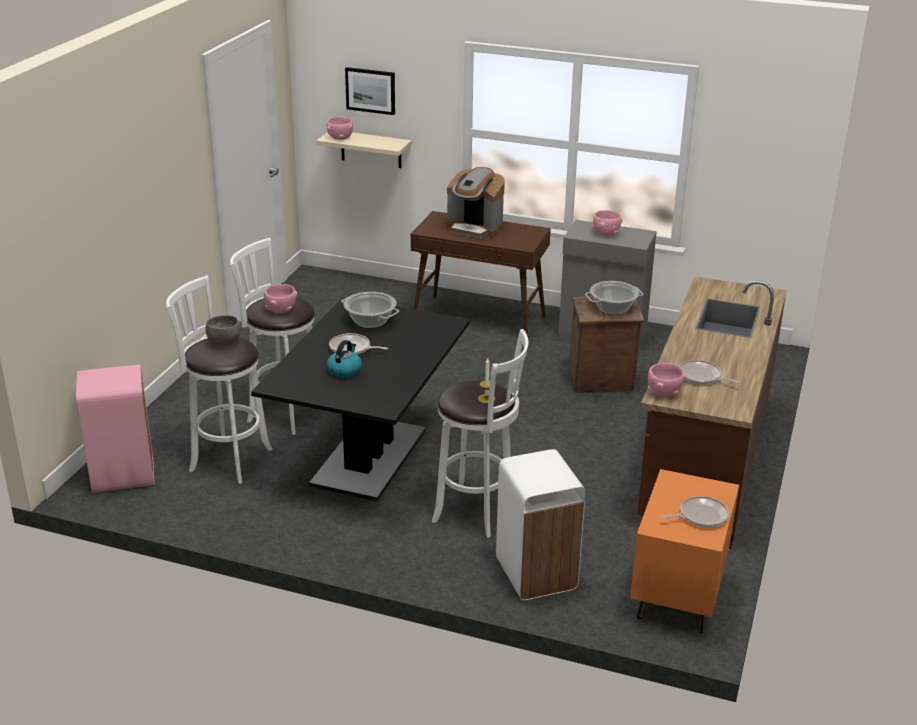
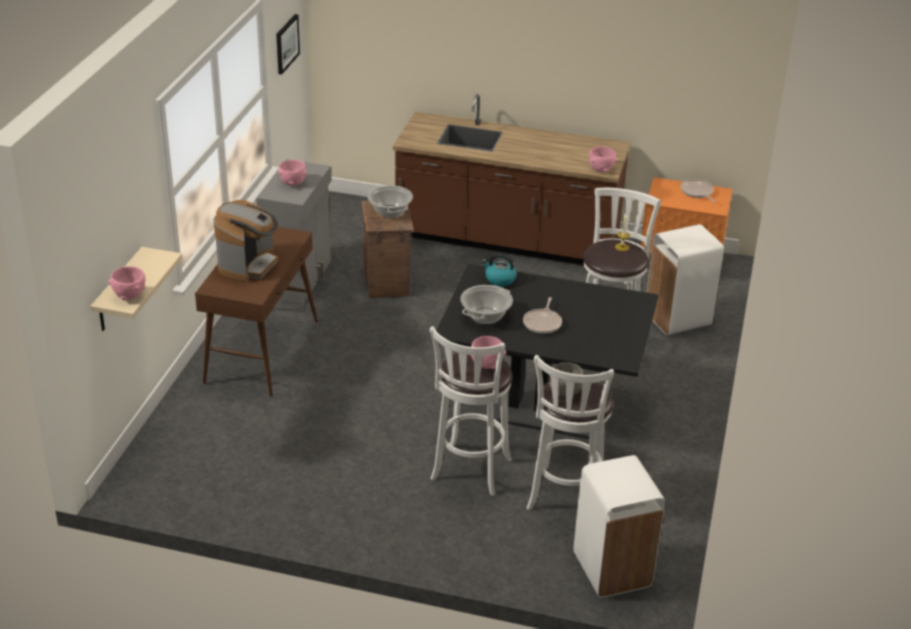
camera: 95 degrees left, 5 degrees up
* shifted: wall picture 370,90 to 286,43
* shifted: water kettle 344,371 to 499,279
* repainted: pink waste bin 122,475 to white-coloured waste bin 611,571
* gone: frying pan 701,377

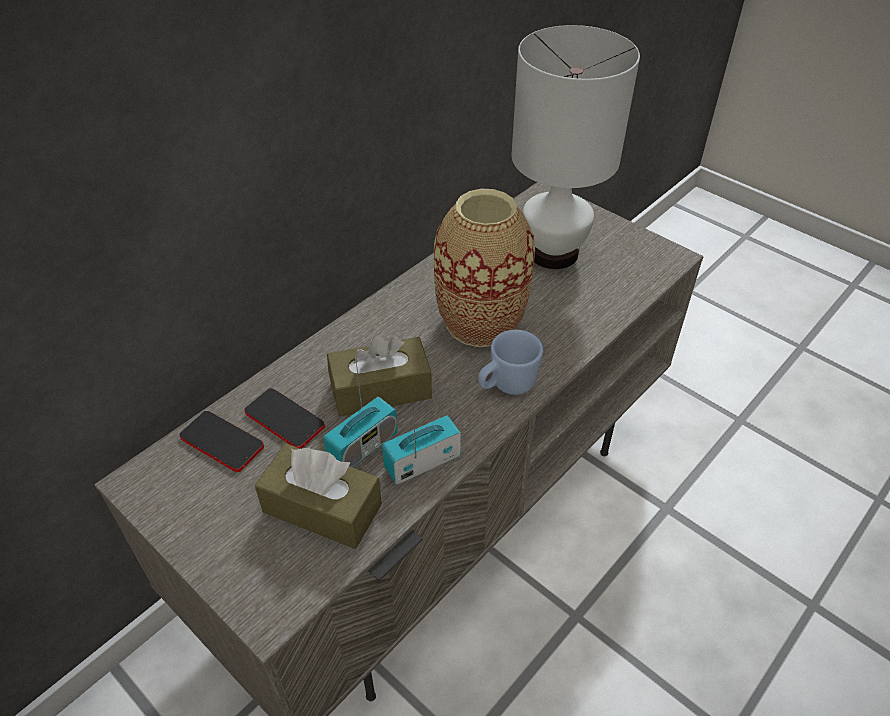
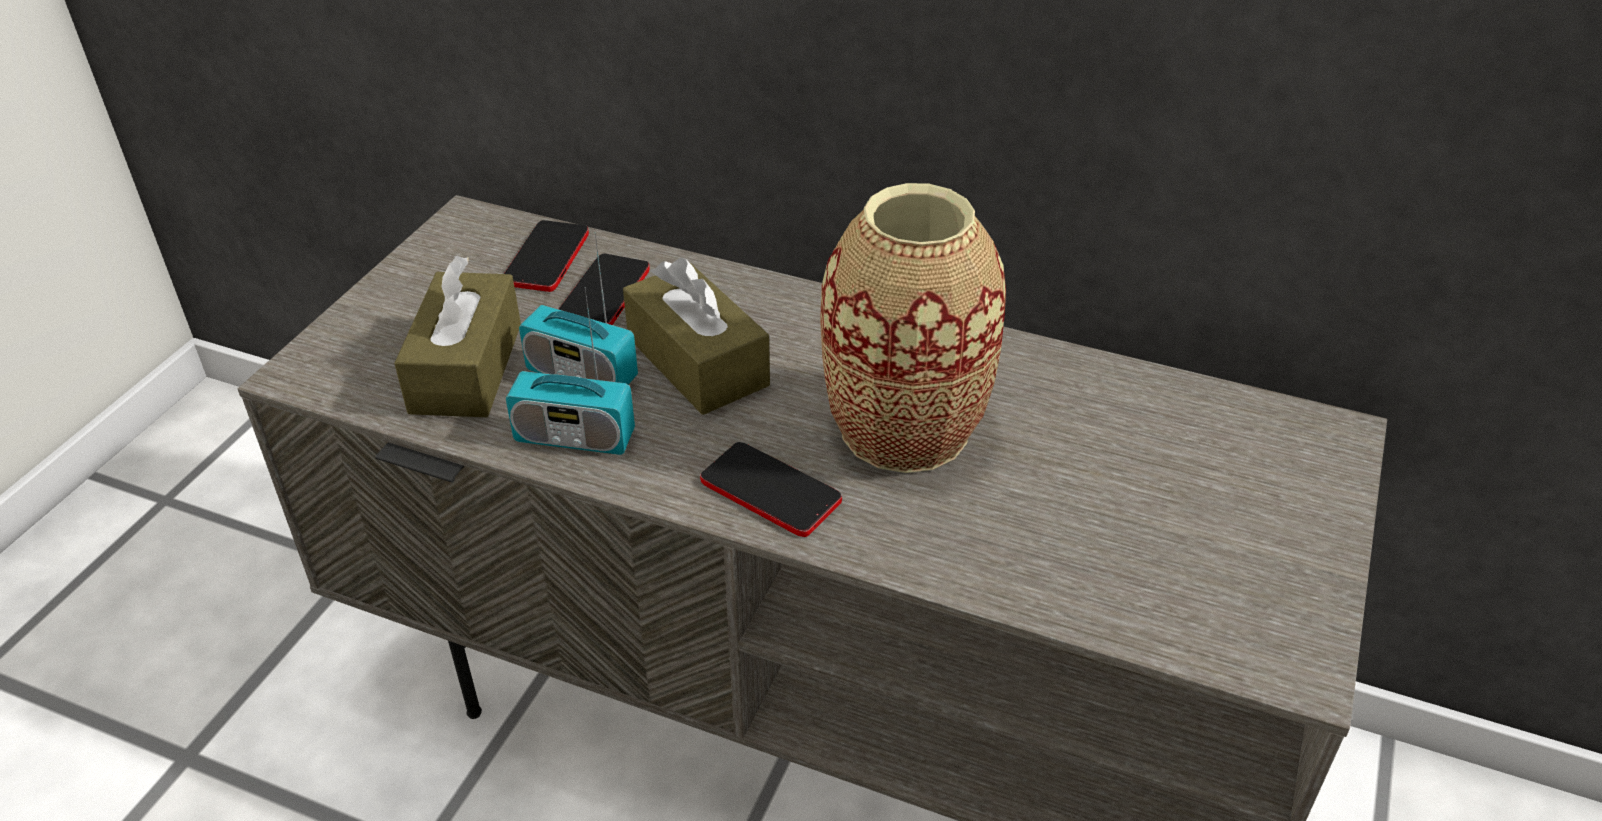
camera: 70 degrees right, 5 degrees down
* rotated: radio receiver 422,462 = 574,437 150 degrees clockwise
* swapped: bluish tea mug 506,386 to telephone 770,491
* gone: white-coloured table lamp 554,253

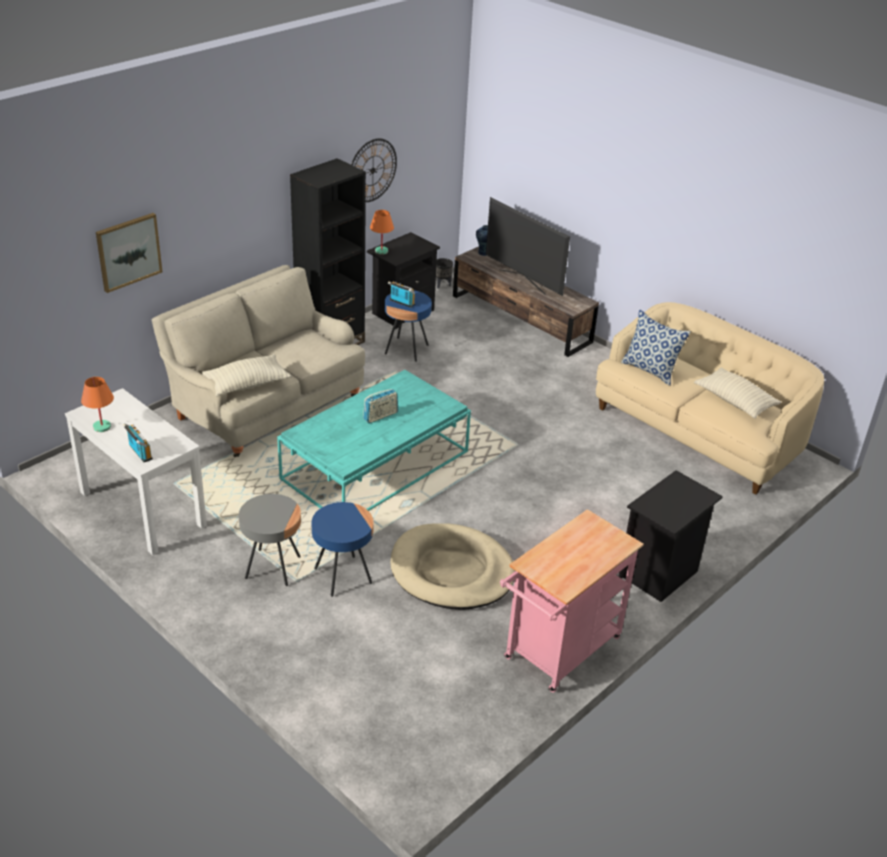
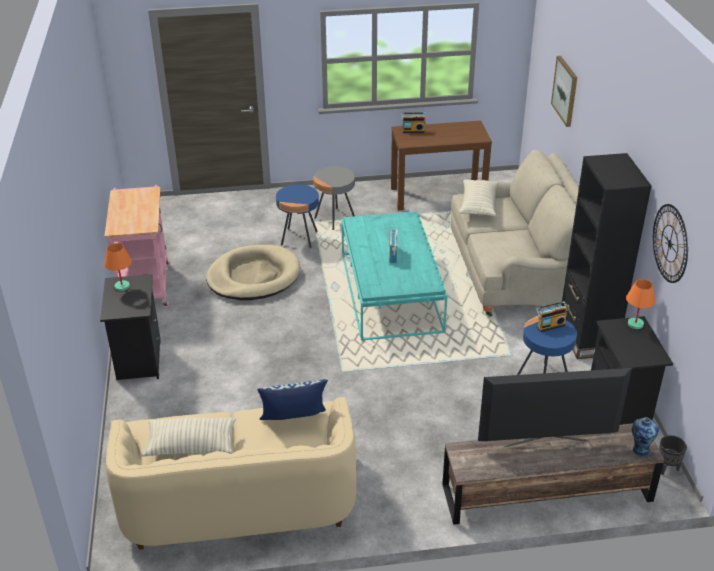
camera: 130 degrees right, 0 degrees up
* shifted: orange-coloured table lamp 101,427 to 122,286
* repainted: white-coloured narrow table 142,508 to brown narrow table 438,195

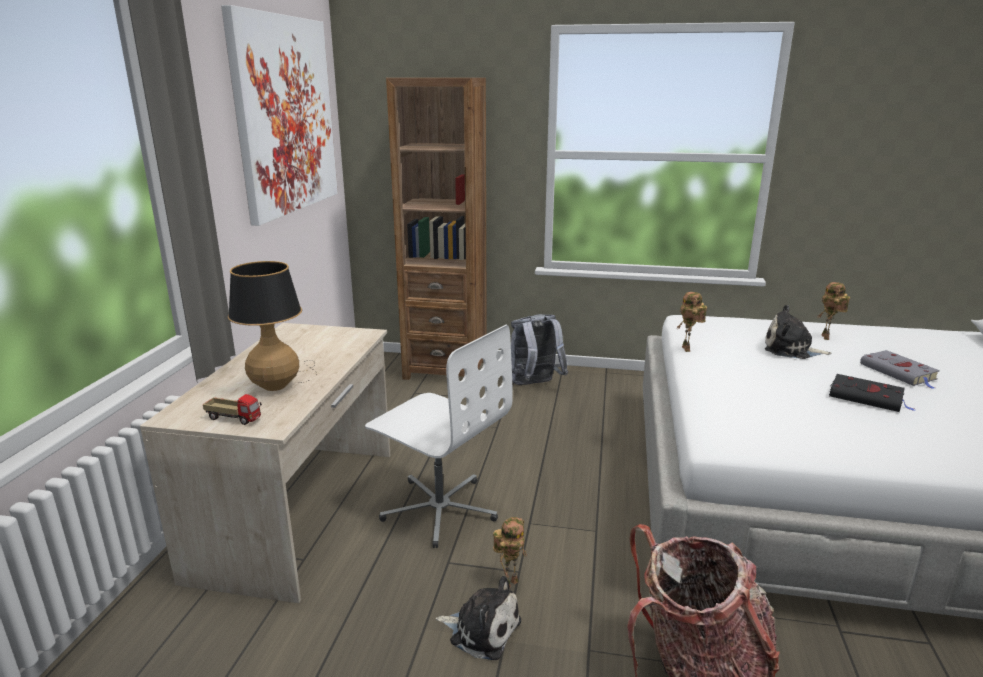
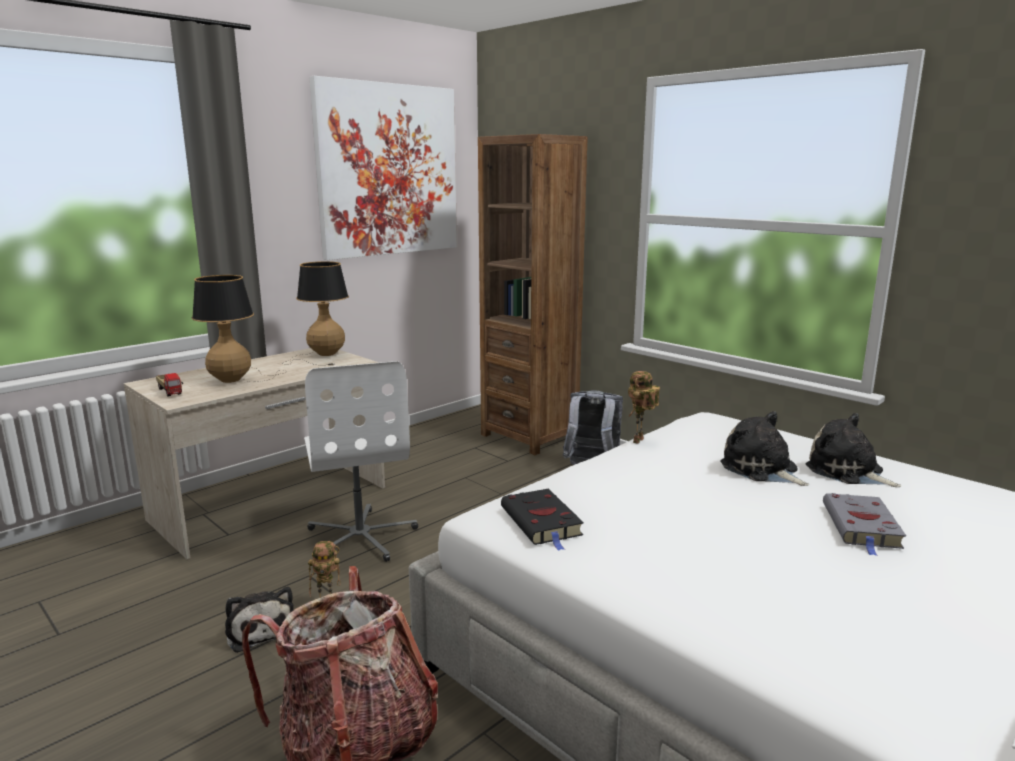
camera: 35 degrees right, 5 degrees down
* new: table lamp 322,356
* shifted: black book 868,397 to 542,523
* swapped: toy robot 827,338 to plush toy 847,472

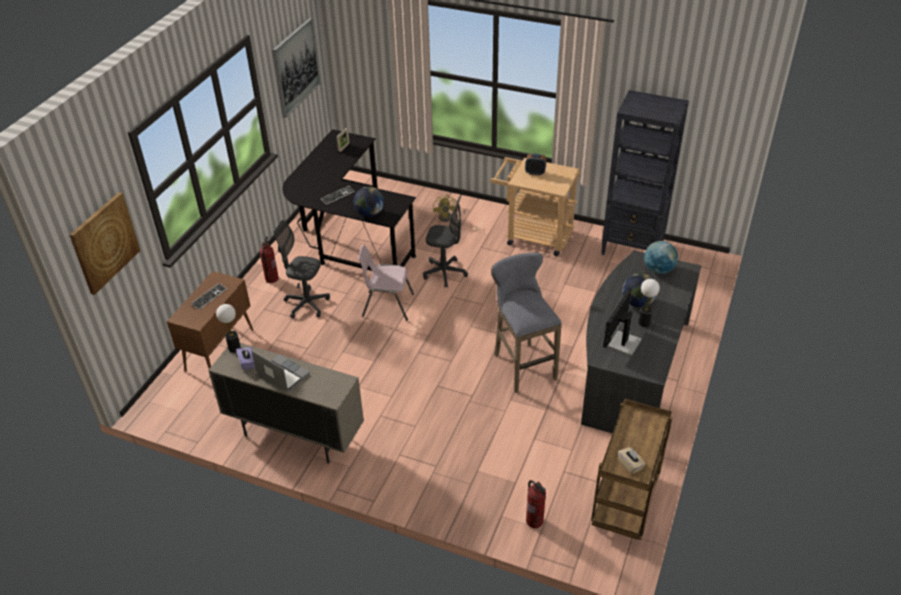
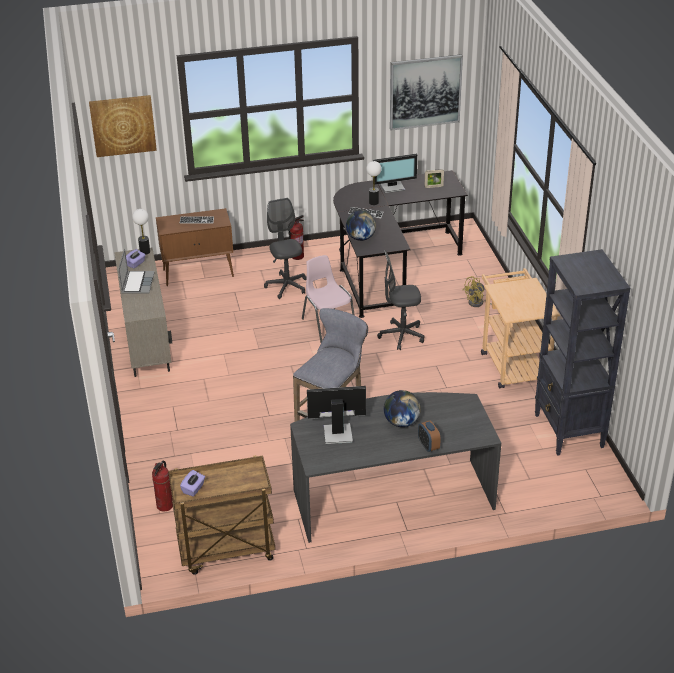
camera: 55 degrees right, 5 degrees down
* repainted: sand-coloured tissue holder 630,465 to purple tissue holder 193,489
* shifted: table lamp 644,323 to 373,202
* new: monitor 393,187
* rotated: grey desk chair 445,273 = 401,336 105 degrees clockwise
* shifted: bedside clock 535,173 to 428,446
* gone: desk globe 658,269

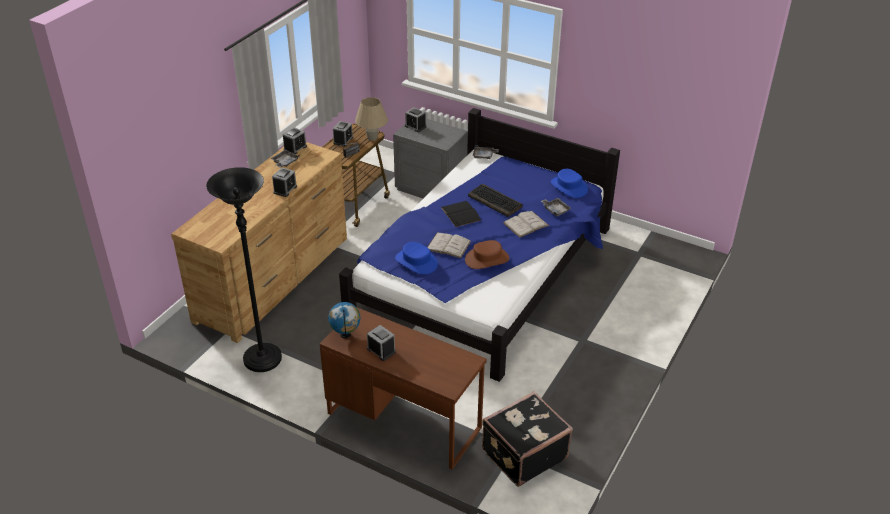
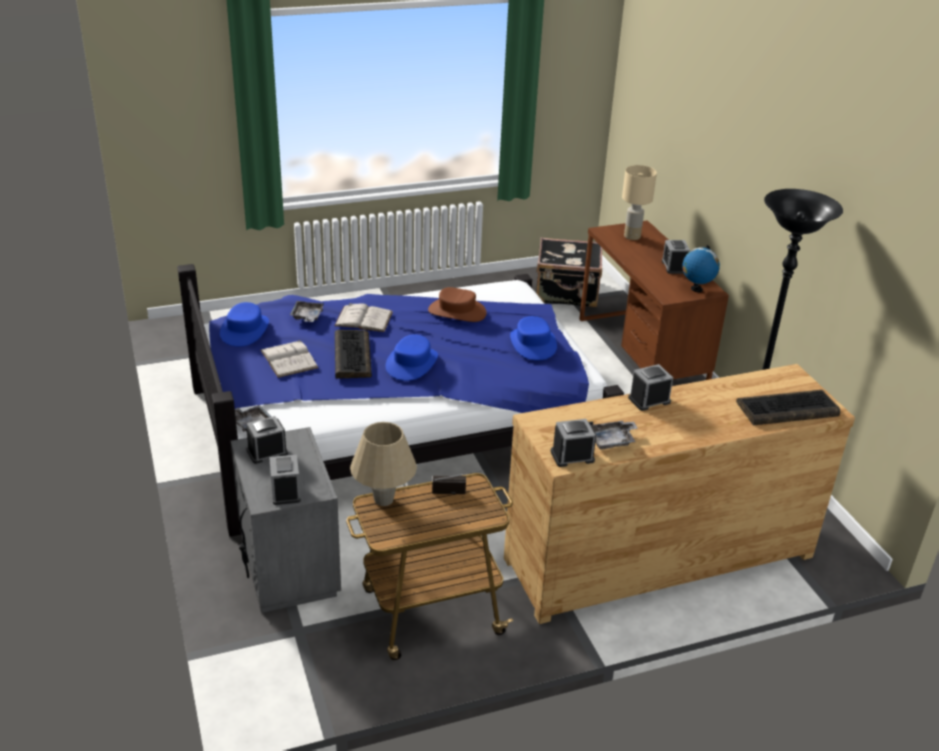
camera: 140 degrees left, 5 degrees down
* shifted: bedside clock 343,140 to 267,452
* shifted: white-coloured book 448,245 to 289,359
* swapped: black book 460,214 to bluish hat 412,363
* new: sand-coloured table lamp 632,236
* new: keyboard 786,410

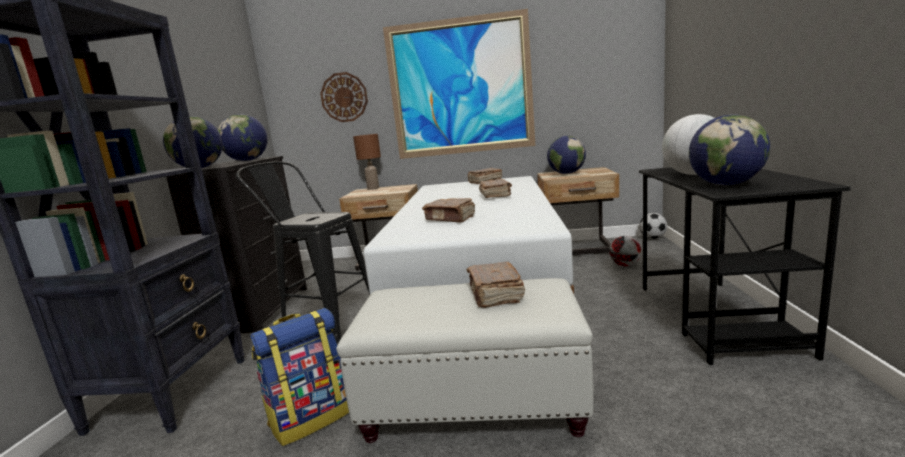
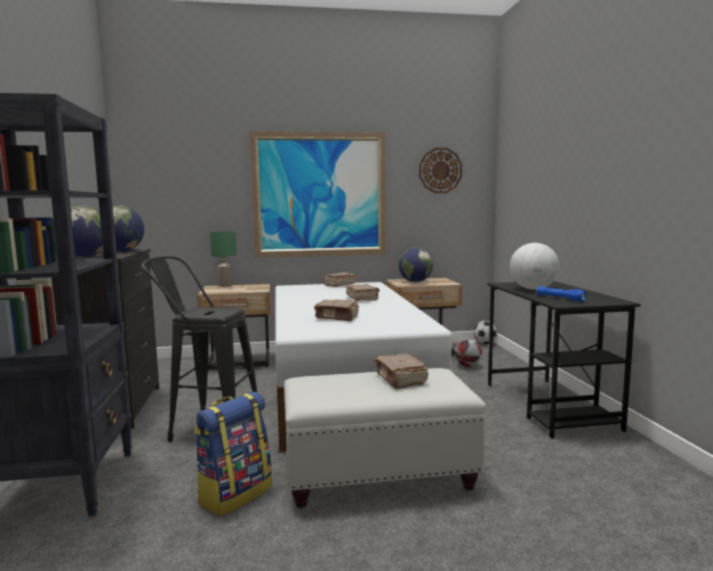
camera: 15 degrees left, 5 degrees down
* repainted: brown table lamp 373,188 to green table lamp 226,286
* shifted: hanging clock 344,97 to 440,170
* swapped: desk globe 726,184 to bluish hand torch 560,298

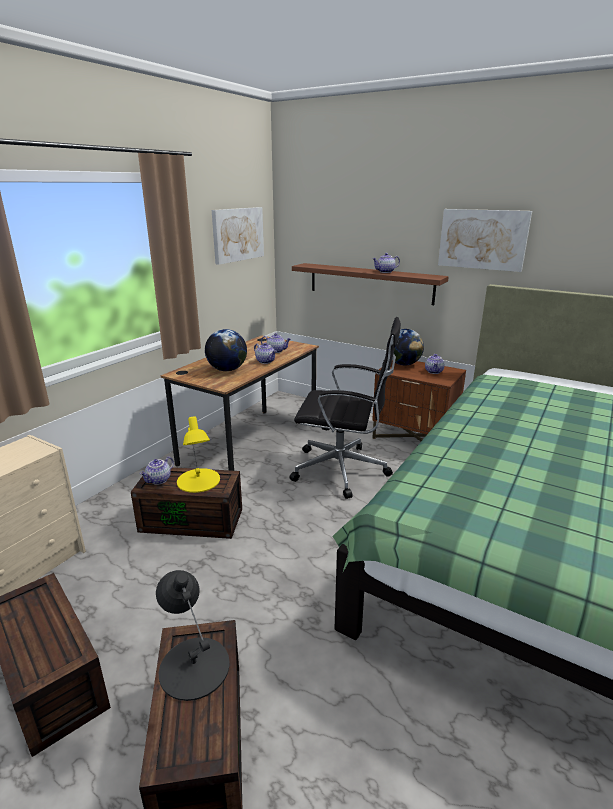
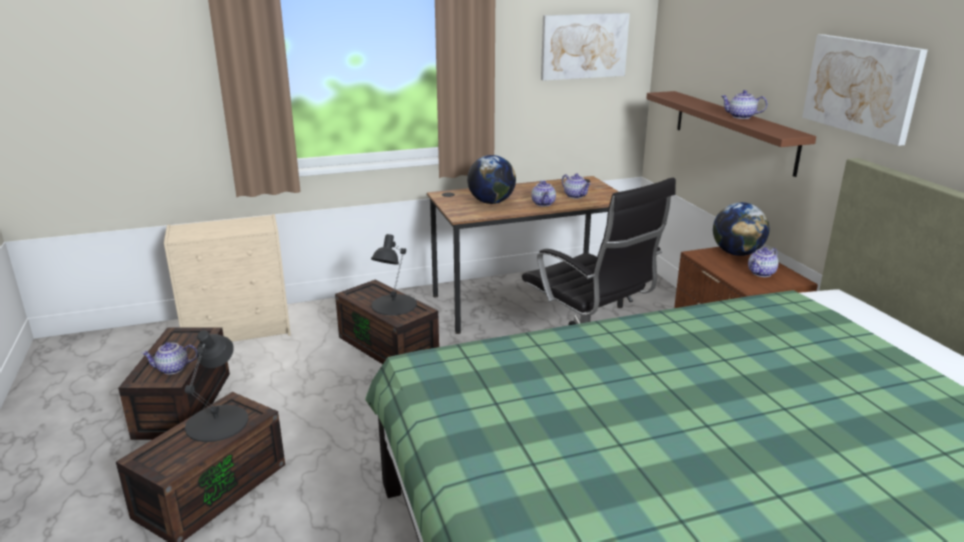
camera: 40 degrees right, 0 degrees up
* shifted: pot for tea 159,480 to 172,369
* repainted: yellow-coloured table lamp 198,481 to black table lamp 393,305

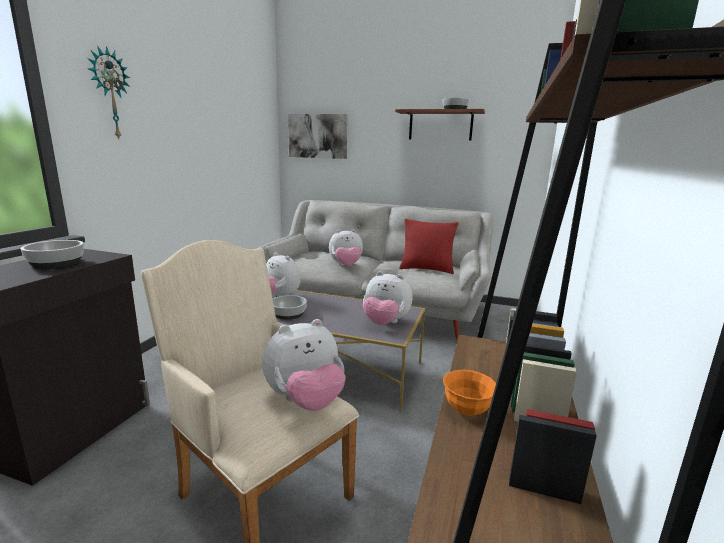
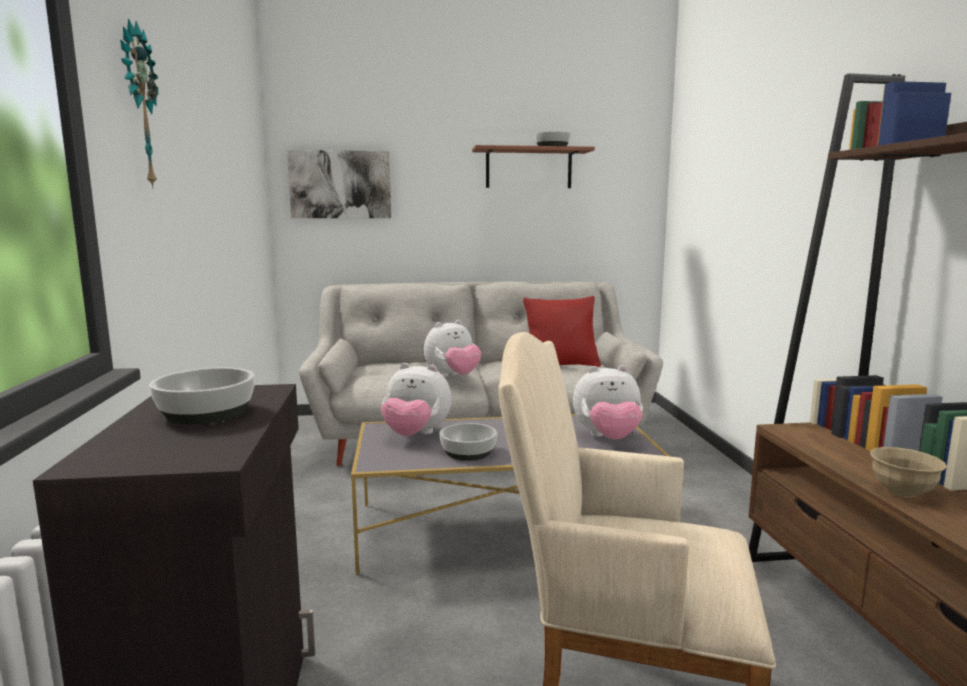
camera: 25 degrees left, 5 degrees down
* repainted: orange-coloured bowl 467,410 to sand-coloured bowl 902,492
* gone: plush toy 305,401

